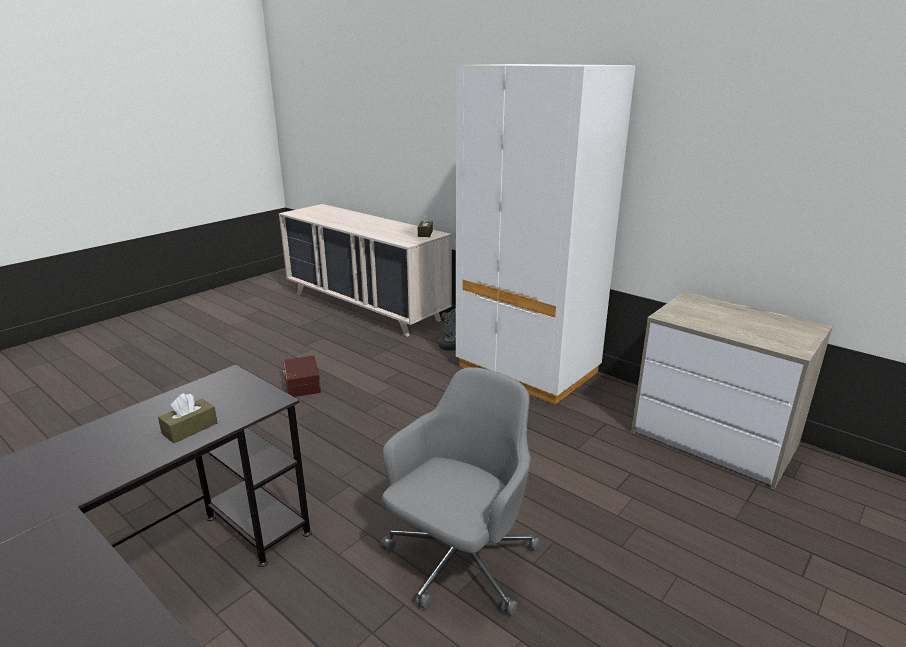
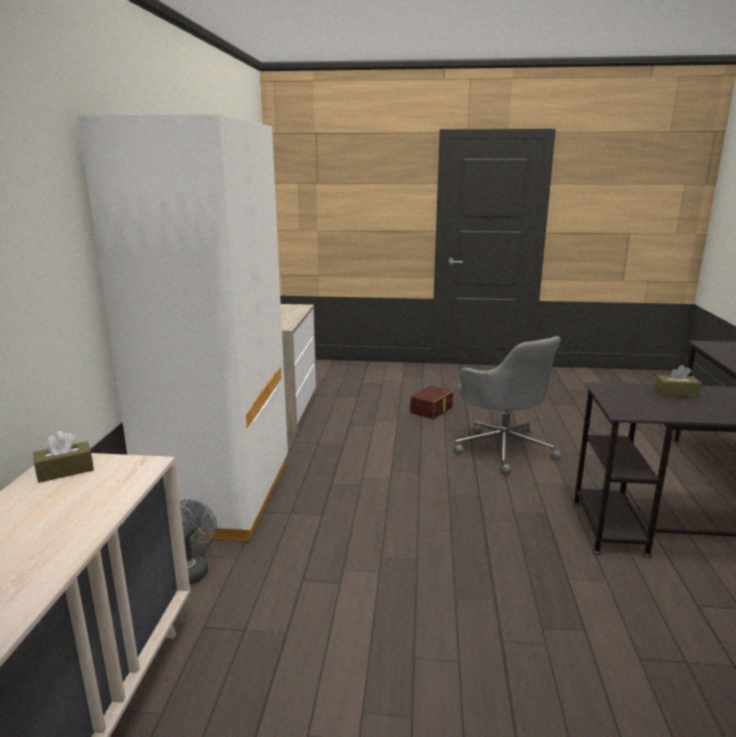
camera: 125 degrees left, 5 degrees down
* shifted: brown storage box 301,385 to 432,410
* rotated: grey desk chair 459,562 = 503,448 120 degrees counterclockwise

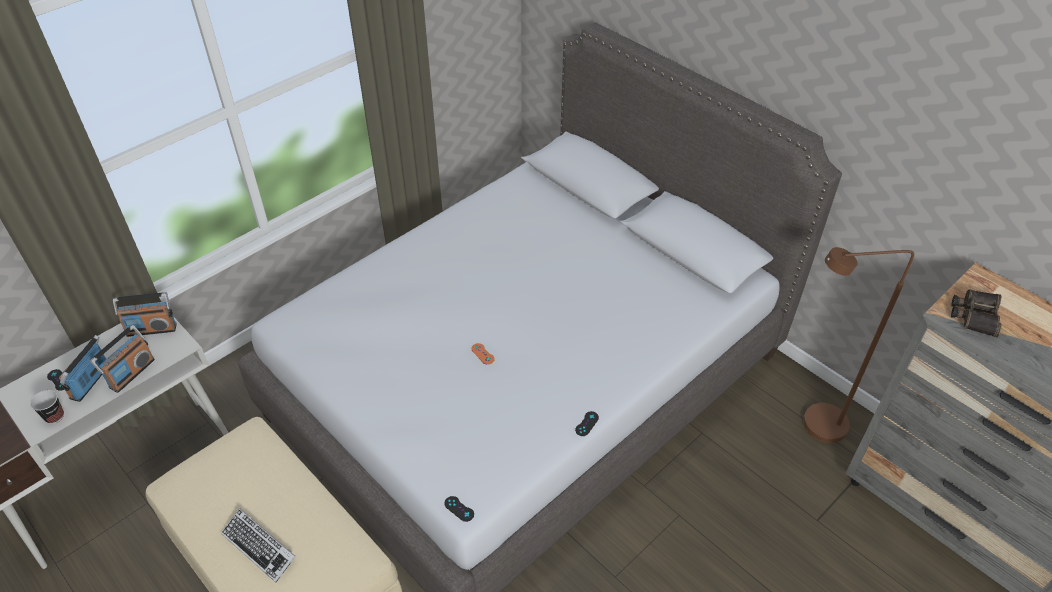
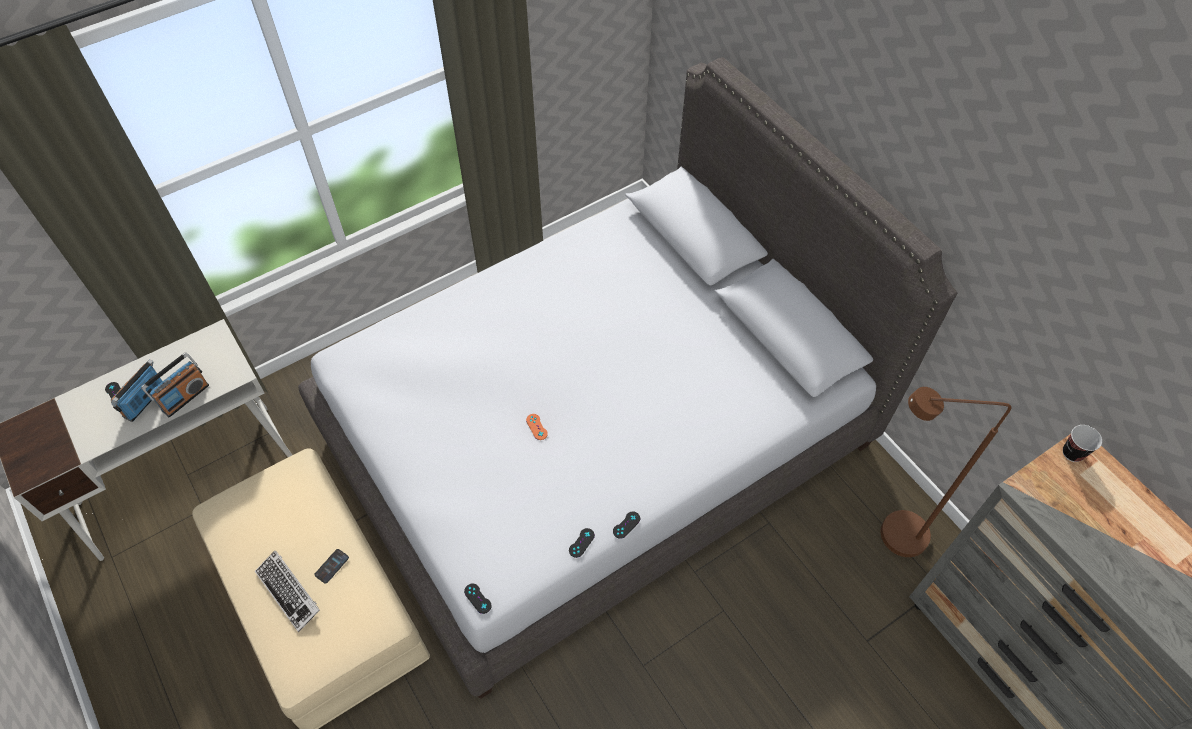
camera: 10 degrees right, 10 degrees up
* new: telephone 332,566
* new: black gamepad 581,543
* shifted: cup 54,416 to 1072,453
* gone: radio receiver 152,329
* gone: binoculars 974,315

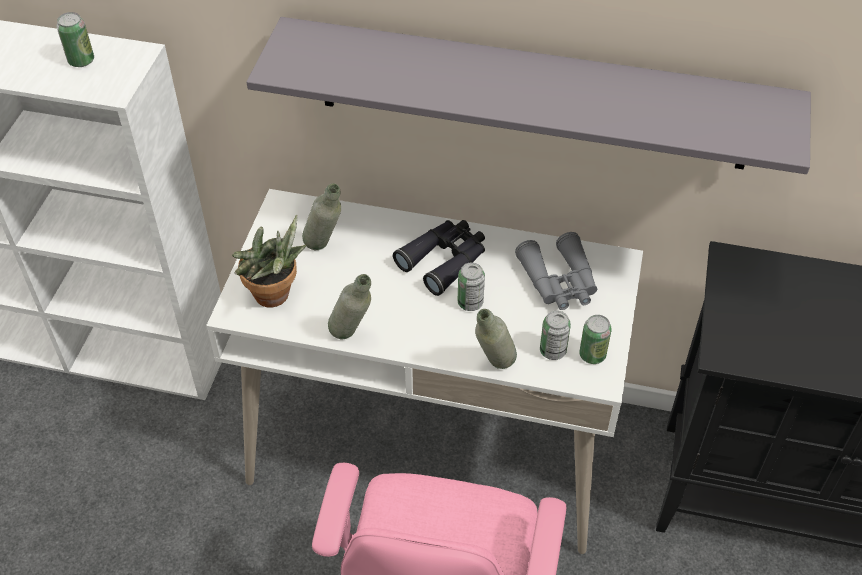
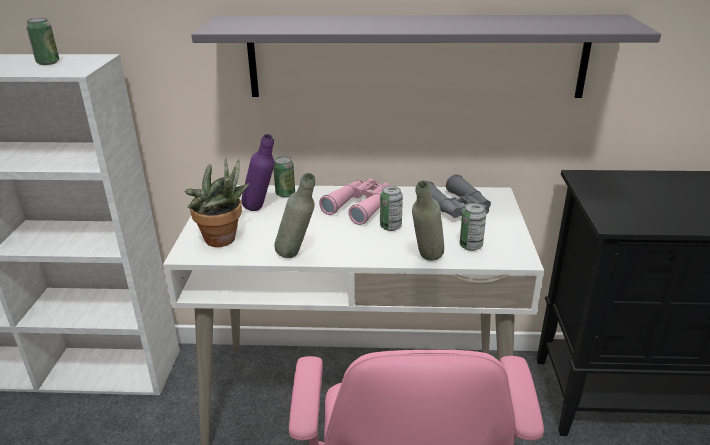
camera: 10 degrees left, 20 degrees down
* repainted: grey beverage bottle 325,249 to purple beverage bottle 261,210
* shifted: can 592,355 to 285,194
* repainted: black binoculars 445,260 to pink binoculars 361,206

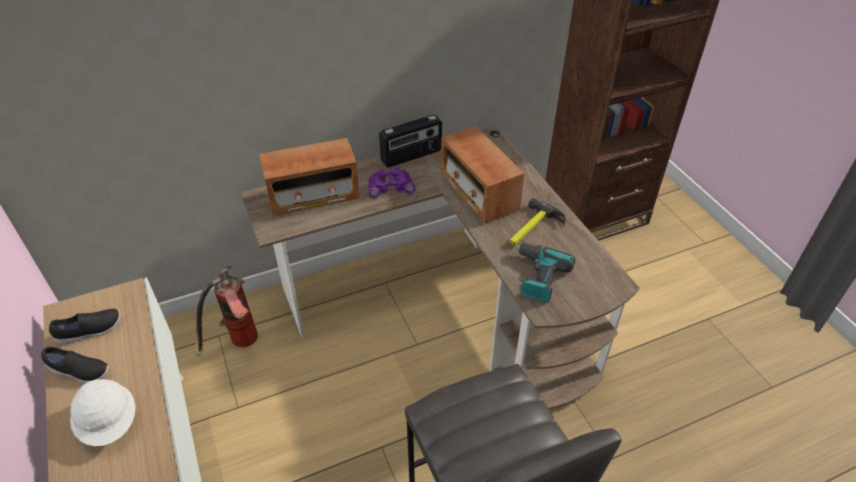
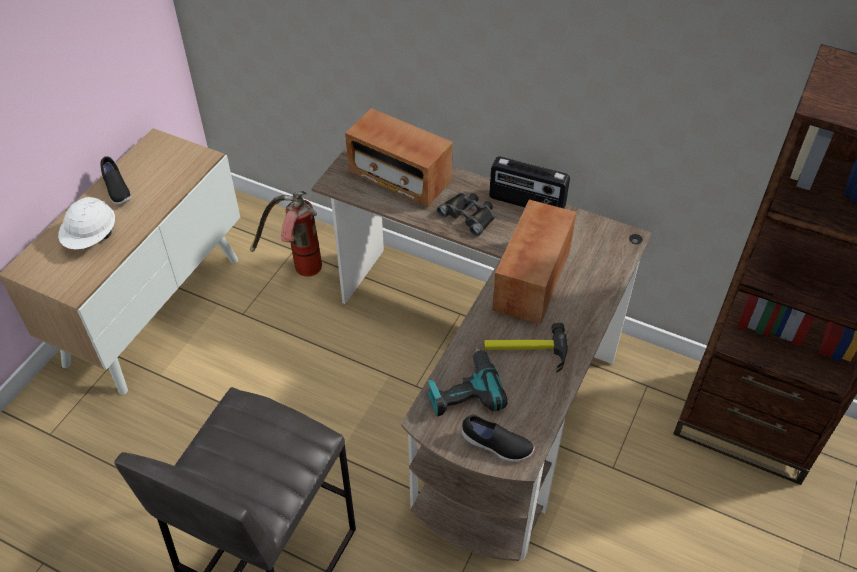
camera: 50 degrees right, 5 degrees up
* repainted: purple binoculars 390,186 to black binoculars 469,215
* shifted: black item of footwear 90,331 to 496,446

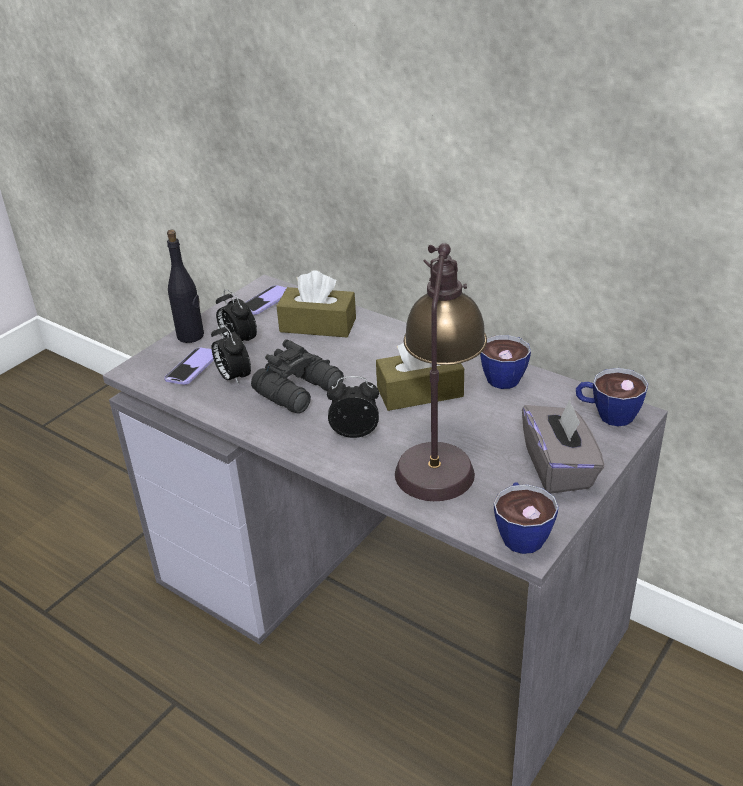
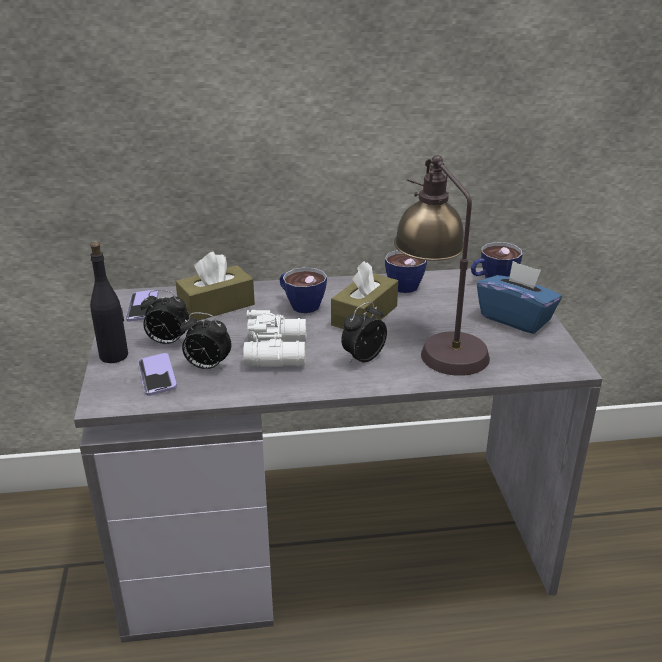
camera: 45 degrees left, 5 degrees down
* repainted: black binoculars 301,390 to white-coloured binoculars 278,351
* shifted: cup 521,532 to 300,304
* repainted: grey tissue holder 559,468 to bluish tissue holder 515,318

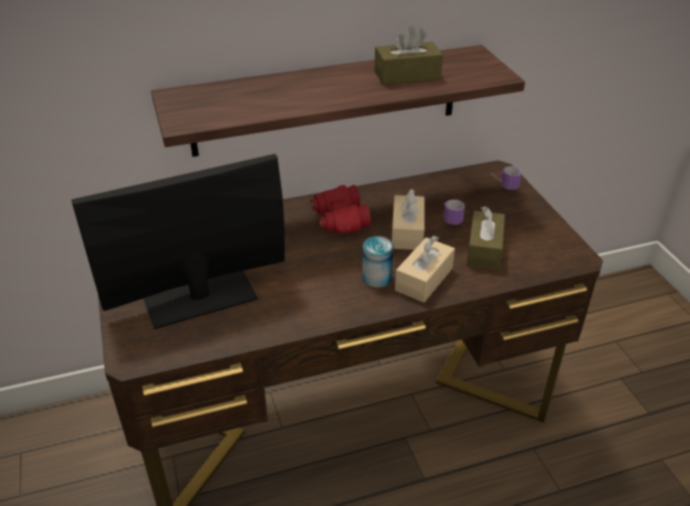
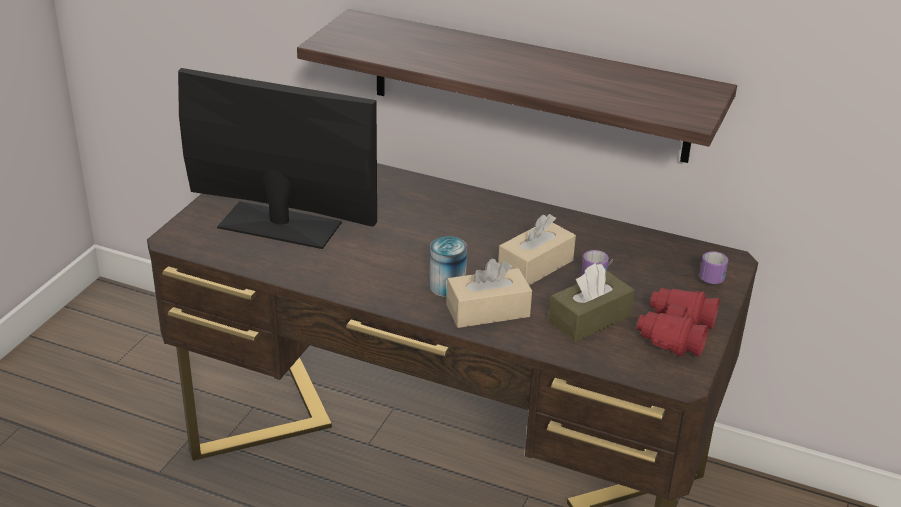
camera: 40 degrees right, 5 degrees down
* shifted: red-coloured binoculars 339,220 to 675,333
* gone: brown tissue holder 407,75

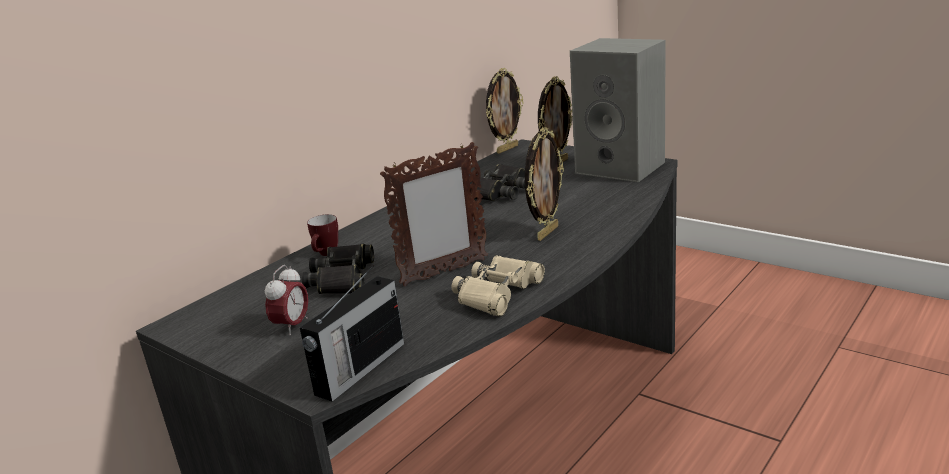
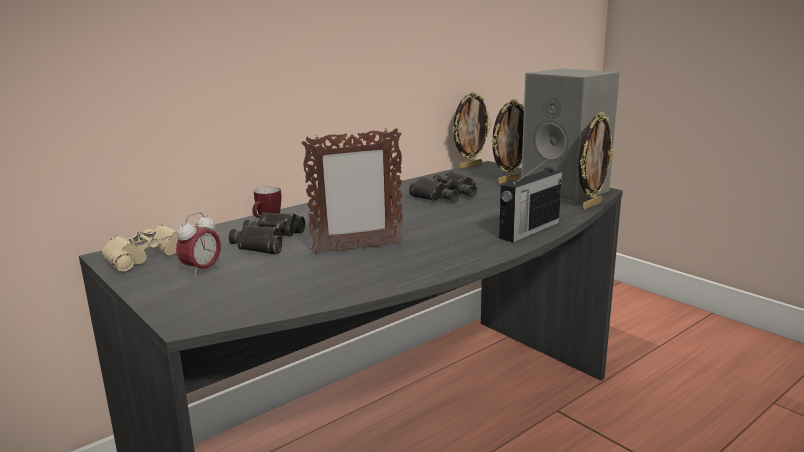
camera: 10 degrees right, 5 degrees down
* shifted: sand-coloured binoculars 497,293 to 148,256
* shifted: radio receiver 359,369 to 528,230
* shifted: standing frame 546,233 to 591,205

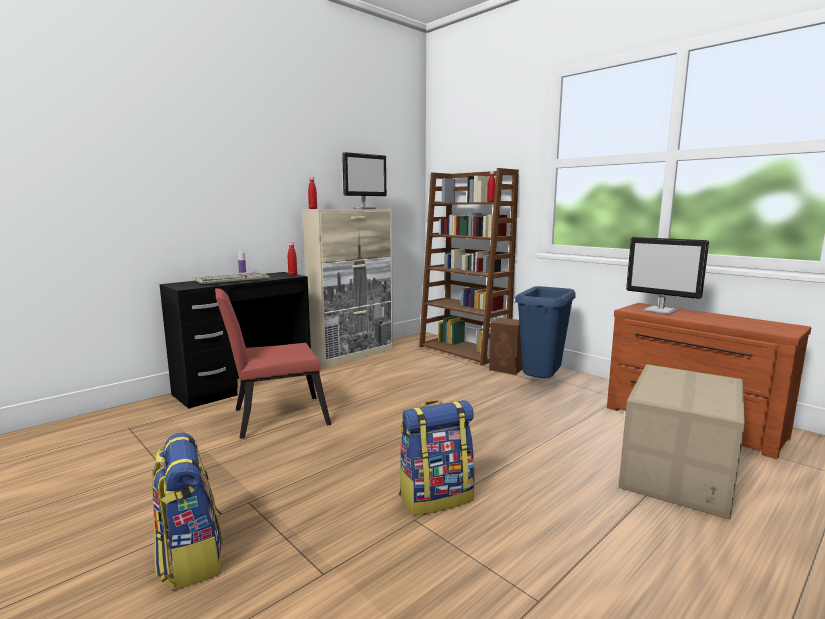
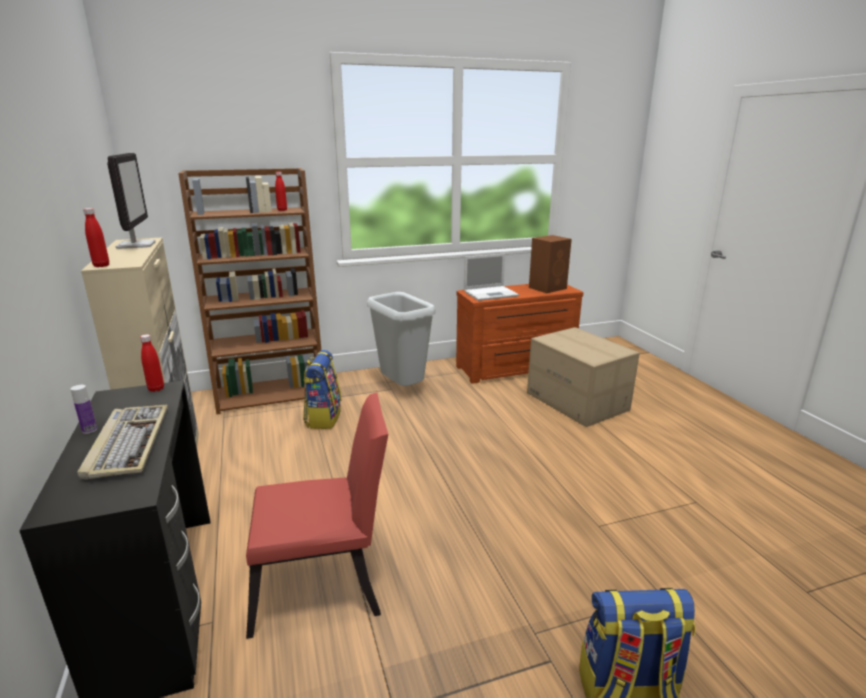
camera: 65 degrees left, 10 degrees up
* rotated: red-coloured plain chair 273,417 = 325,582 105 degrees counterclockwise
* shifted: rucksack 436,497 to 323,418
* repainted: bluish waste bin 542,384 to grey waste bin 403,389
* swapped: monitor 661,311 to portable computer 491,293
* shifted: brown loudspeaker 507,369 to 548,288

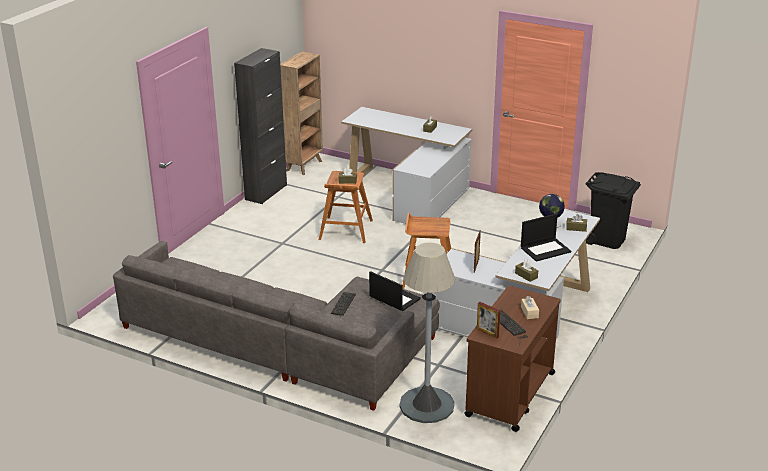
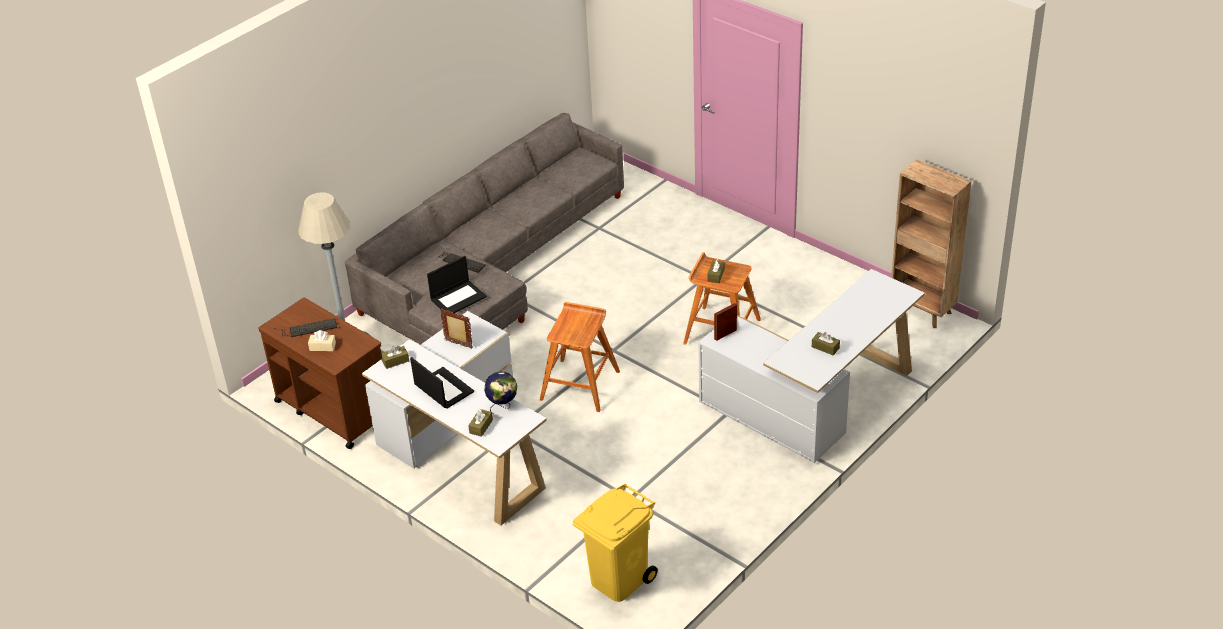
camera: 105 degrees right, 10 degrees up
* rotated: portable computer 545,249 = 443,388 150 degrees clockwise
* repainted: black waste bin 607,240 to yellow-coloured waste bin 618,579
* shifted: standing frame 487,333 to 725,334
* gone: black storage cabinet 266,192

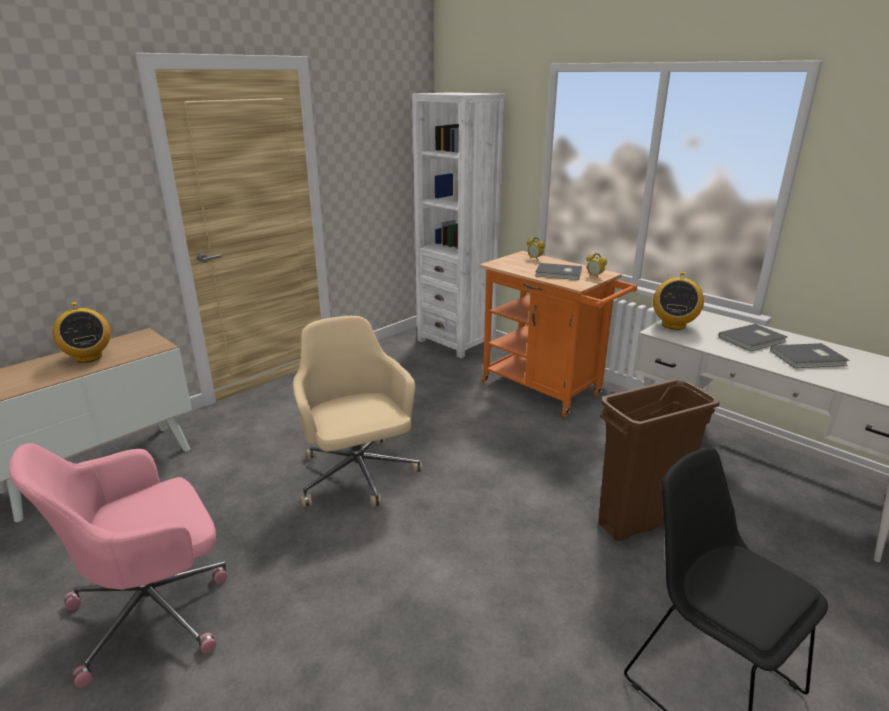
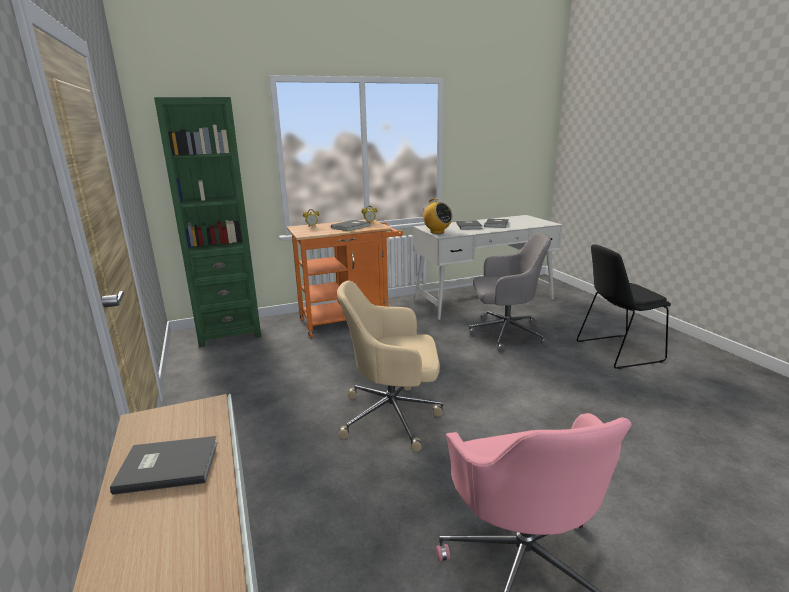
camera: 65 degrees left, 5 degrees down
* swapped: radio receiver 88,357 to grey book 167,465
* repainted: white-coloured shelving unit 456,341 to green shelving unit 229,332
* swapped: brown waste bin 638,522 to grey desk chair 505,334

